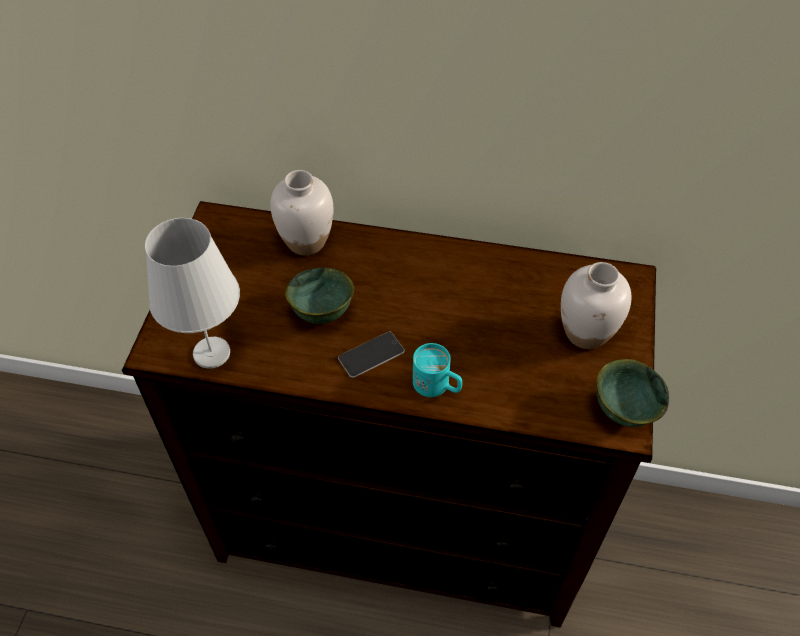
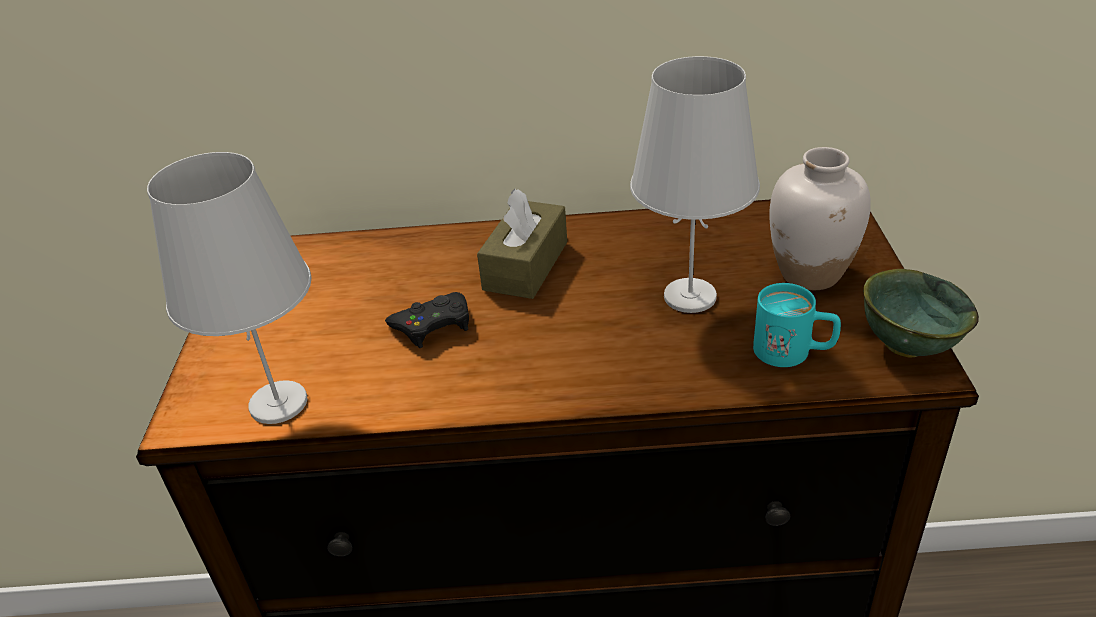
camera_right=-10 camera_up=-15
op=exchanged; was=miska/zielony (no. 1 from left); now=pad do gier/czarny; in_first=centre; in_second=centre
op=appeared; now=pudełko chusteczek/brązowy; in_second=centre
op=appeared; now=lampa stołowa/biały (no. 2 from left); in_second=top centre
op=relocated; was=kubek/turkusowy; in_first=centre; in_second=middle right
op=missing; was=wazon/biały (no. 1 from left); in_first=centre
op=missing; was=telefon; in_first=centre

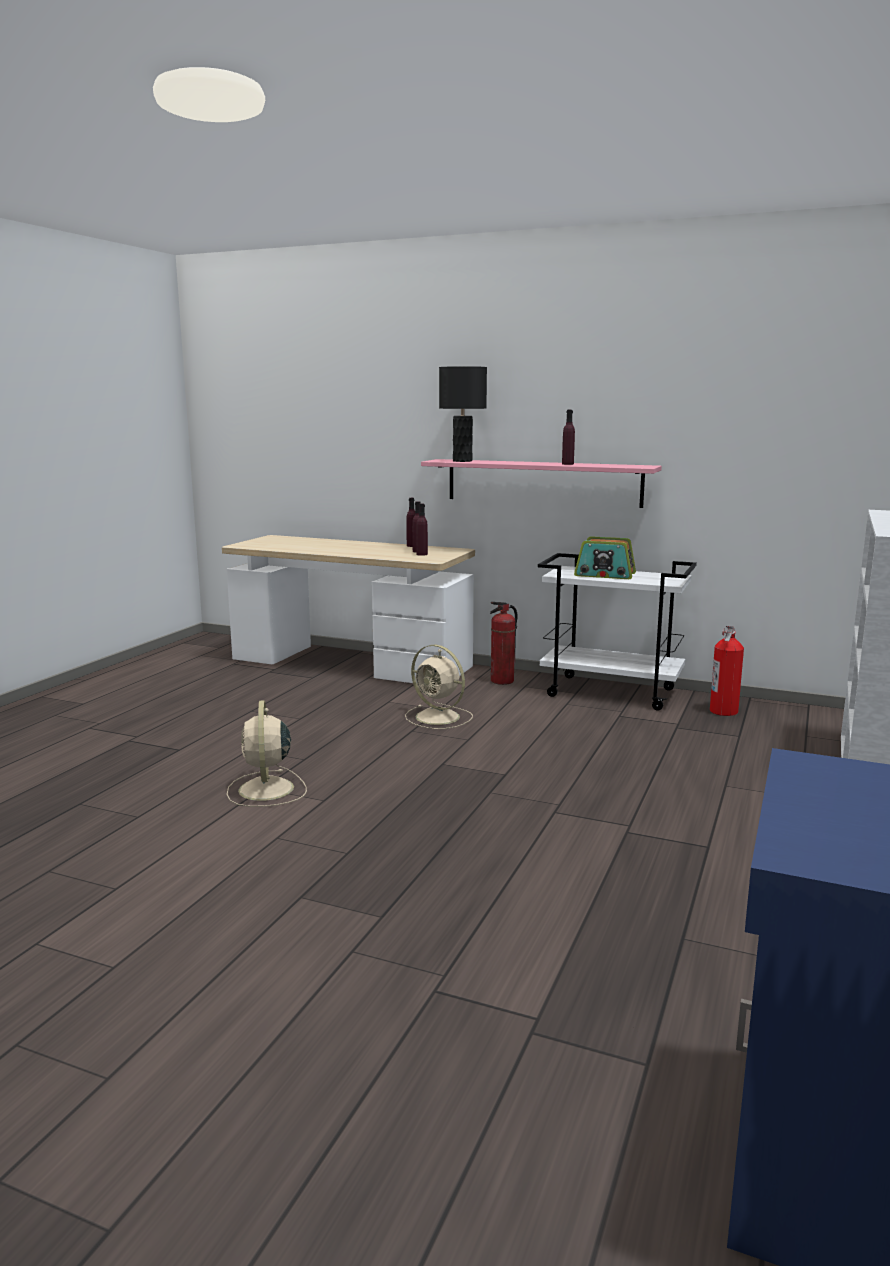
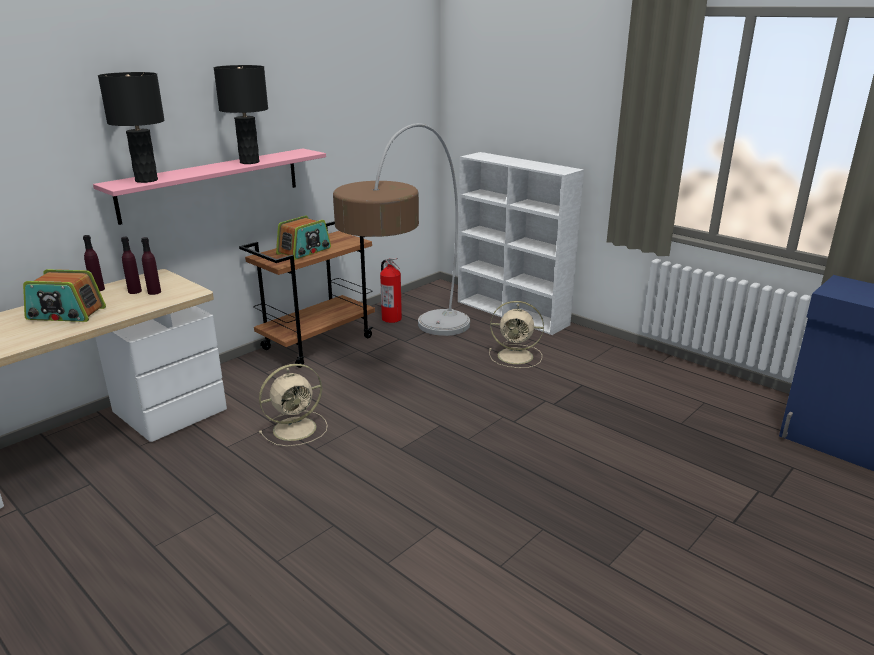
camera_right=-70 camera_up=10
op=appeared; now=radio (no. 1 from left); in_second=middle left
op=exchanged; was=butelka/fioletowy (no. 4 from left); now=lampa stołowa/czarny (no. 2 from left); in_first=centre; in_second=top left
op=colour; was=wózek/biały; now=wózek/brązowy; in_first=middle right; in_second=centre
op=appeared; now=lampa stojąca; in_second=centre
op=relocated; was=wentylator/beżowy (no. 1 from left in the first image); now=wentylator/beżowy (no. 2 from left); in_first=middle left; in_second=centre
op=missing; was=gaśnica (no. 1 from left); in_first=centre

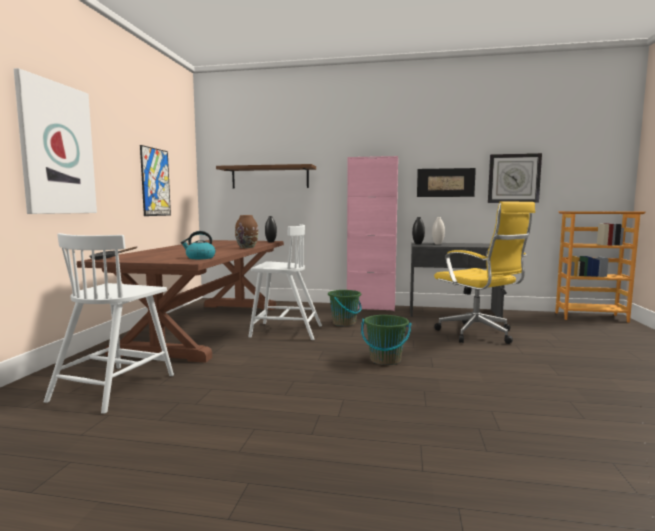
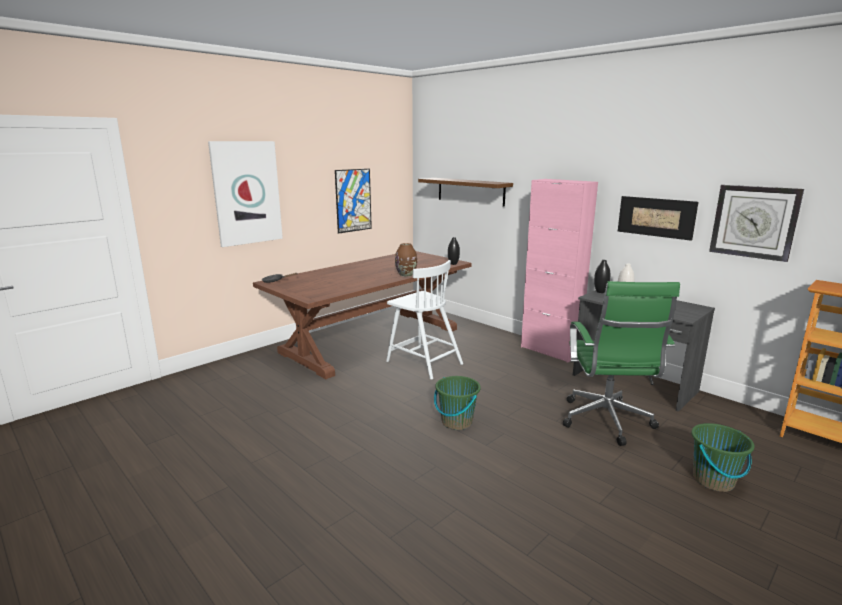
camera_right=35 camera_up=10
op=colour; was=krzesło biurowe/żółty; now=krzesło biurowe/zielony; in_first=middle right; in_second=middle right
op=relocated; was=wiadro/zielony (no. 1 from left in the first image); now=wiadro/zielony (no. 2 from left); in_first=centre; in_second=bottom right
op=missing; was=krzesło/biały (no. 1 from left); in_first=middle left
op=missing; was=czajnik; in_first=middle left

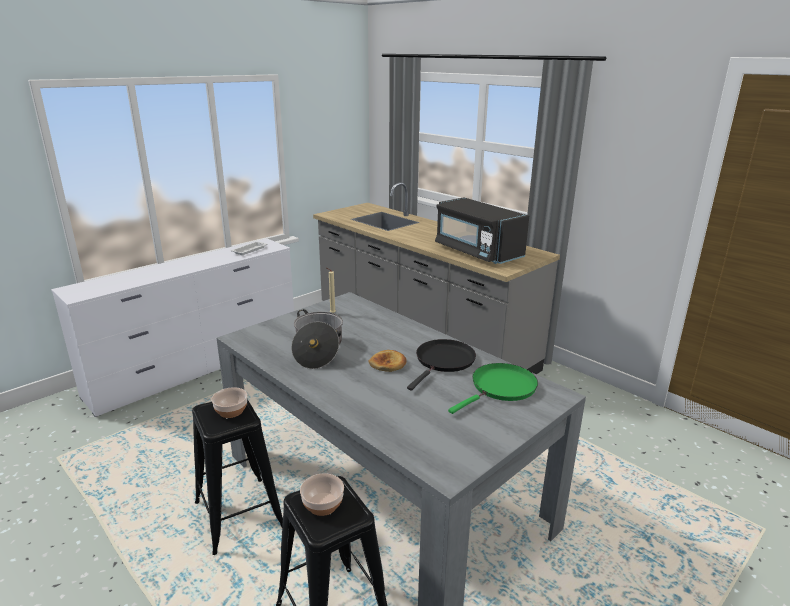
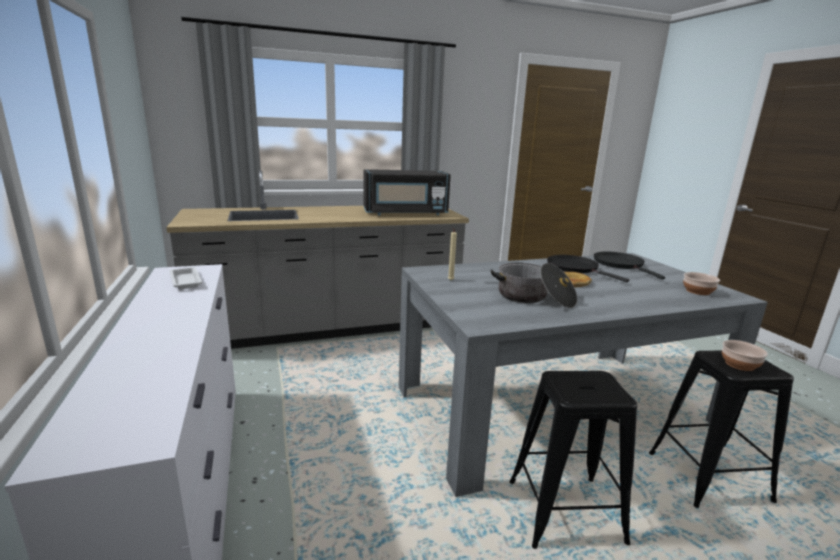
camera_right=-65 camera_up=-5
op=colour; was=patelnia/zielony; now=patelnia/czarny (no. 2 from left); in_first=centre; in_second=middle right
op=relocated; was=miska (no. 1 from left); in_first=middle left; in_second=middle right

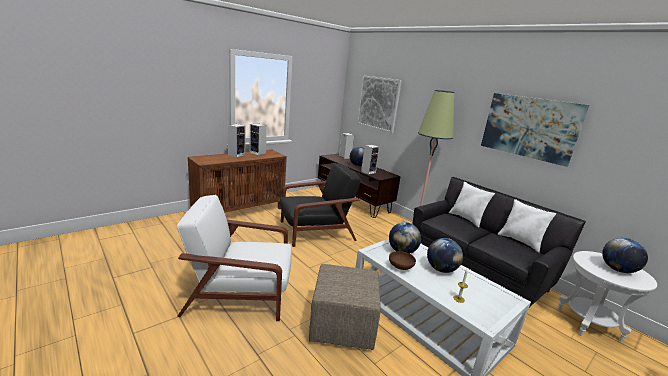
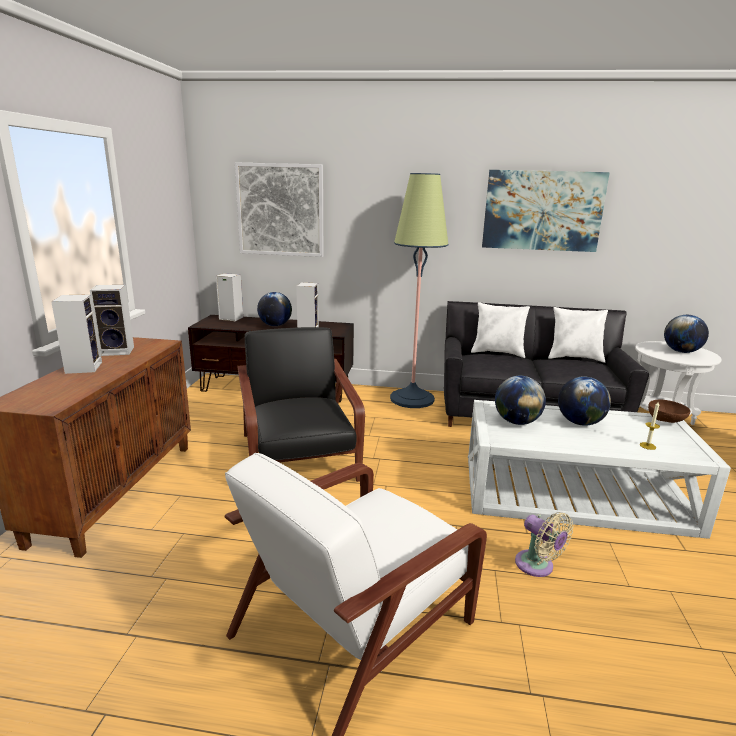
camera_right=-40 camera_up=0
op=spun; was=fotel/czarny; in_first=centre; in_second=centre; clockwise=-45
op=exchanged; was=pufa/beżowy; now=wentylator/beżowy; in_first=bottom centre; in_second=bottom right
op=relocated; was=miska/brązowy; in_first=bottom centre; in_second=middle right

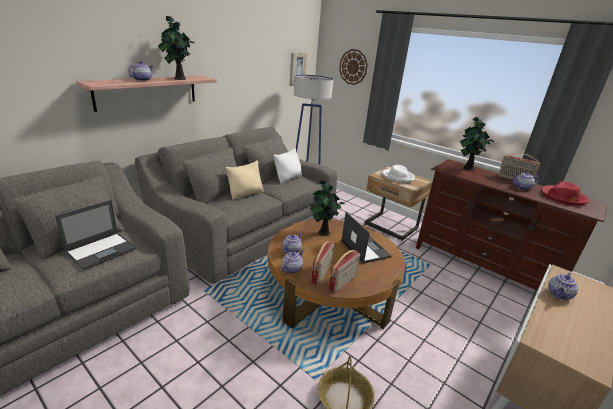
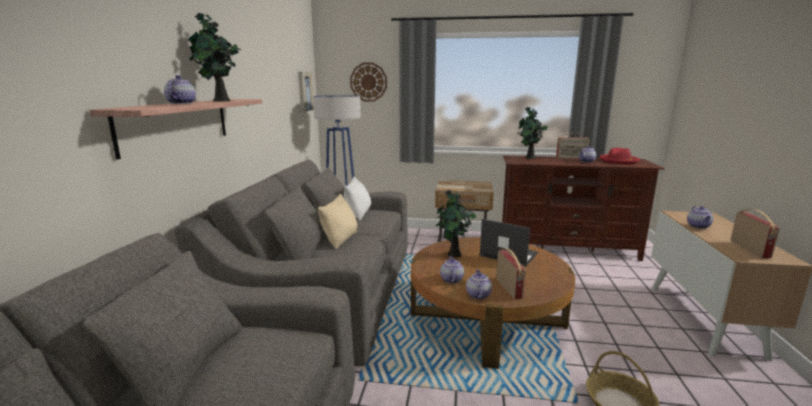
camera_right=-30 camera_up=-10
op=relocated; was=radio (no. 2 from left in the first image); now=radio (no. 3 from left); in_first=centre; in_second=middle right
op=missing; was=laptop (no. 1 from left); in_first=middle left
op=missing; was=kapelusz/biały; in_first=centre

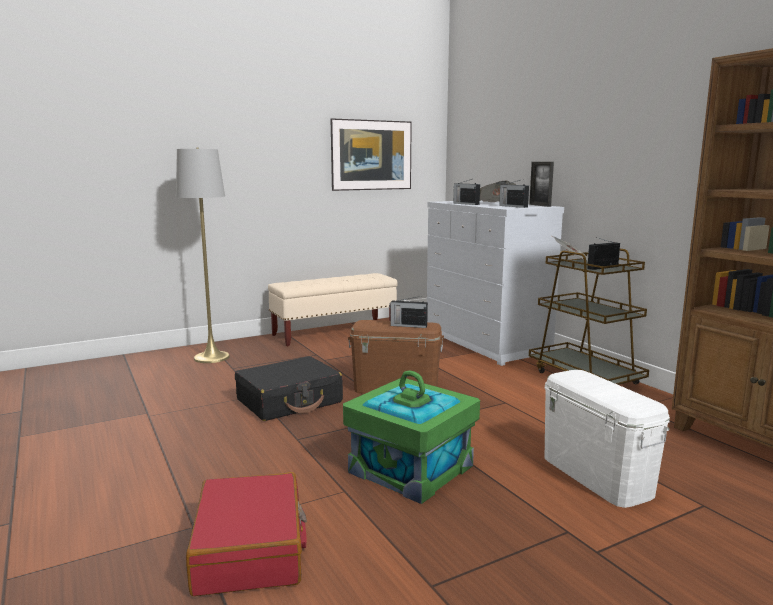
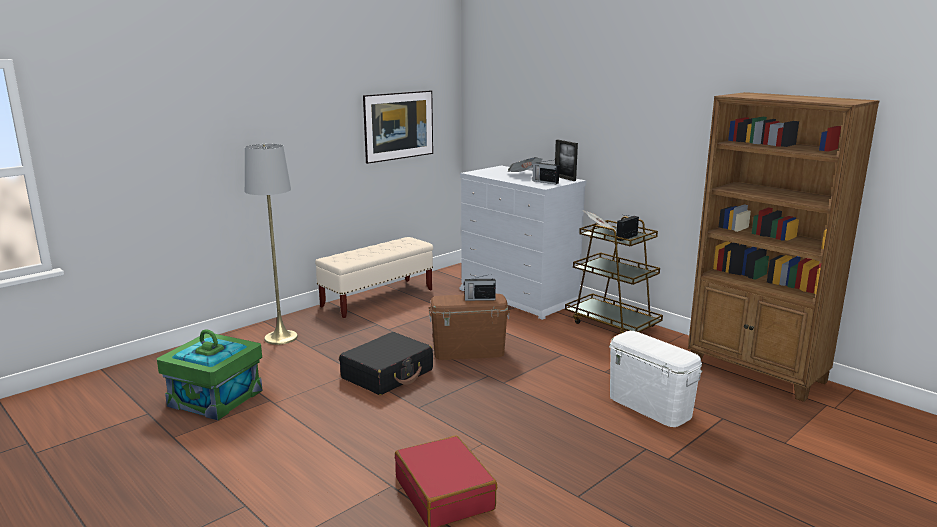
camera_right=-15 camera_up=5
op=relocated; was=pojemnik do przechowywania/zielony; in_first=bottom centre; in_second=bottom left
op=missing; was=radio (no. 2 from left); in_first=top centre

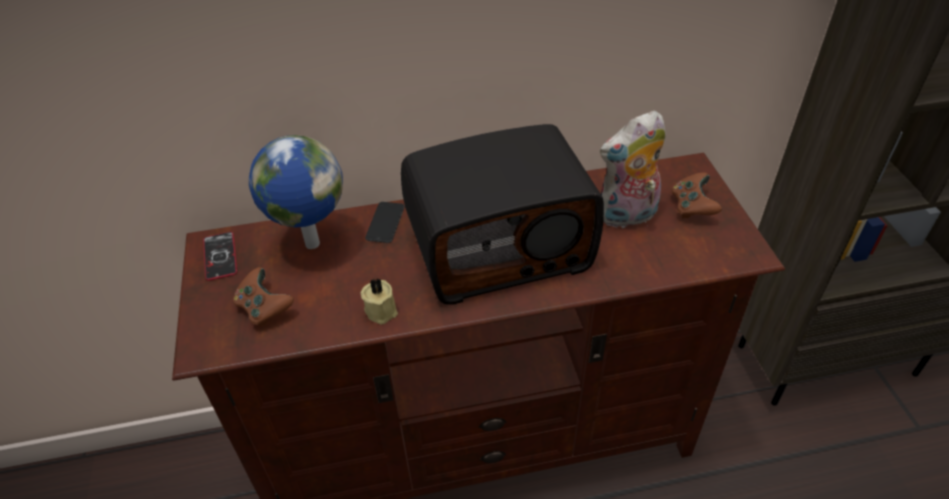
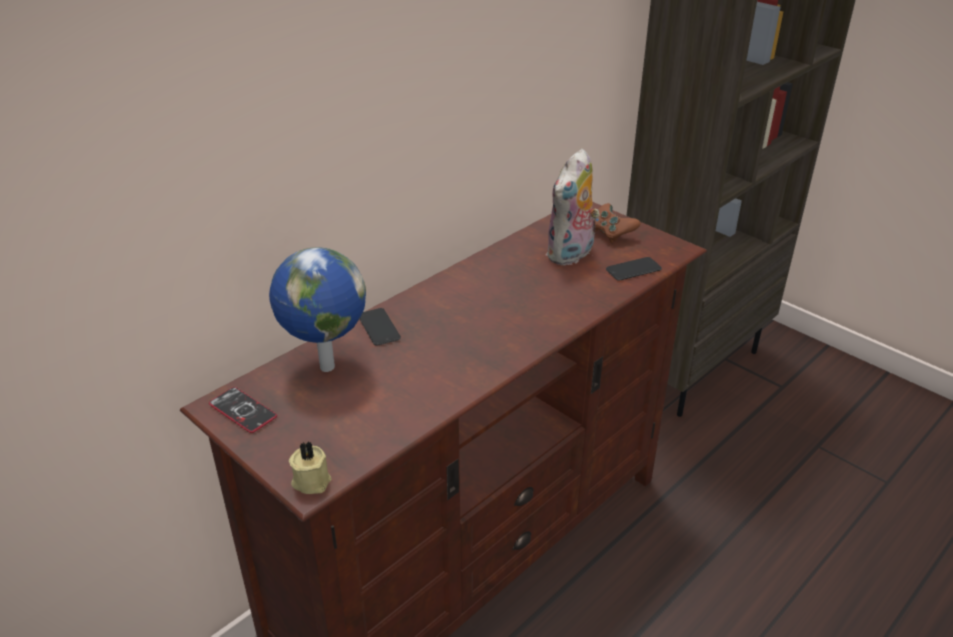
camera_right=-35 camera_up=-10
op=relocated; was=świeca/beżowy; in_first=centre; in_second=bottom left
op=appeared; now=telefon (no. 3 from left); in_second=centre
op=missing; was=pad do gier/brązowy (no. 1 from left); in_first=middle left
op=missing; was=radio; in_first=centre

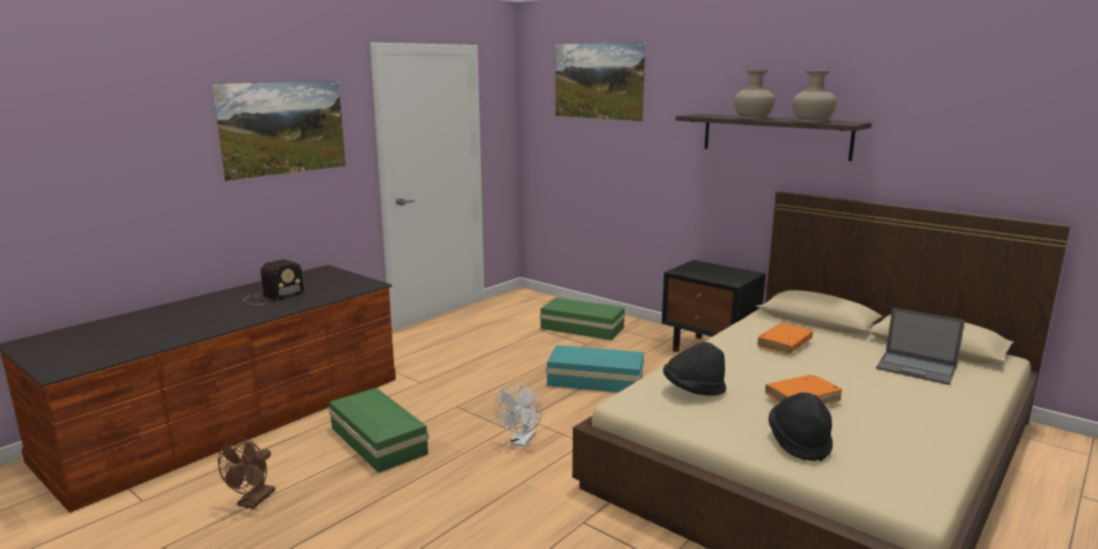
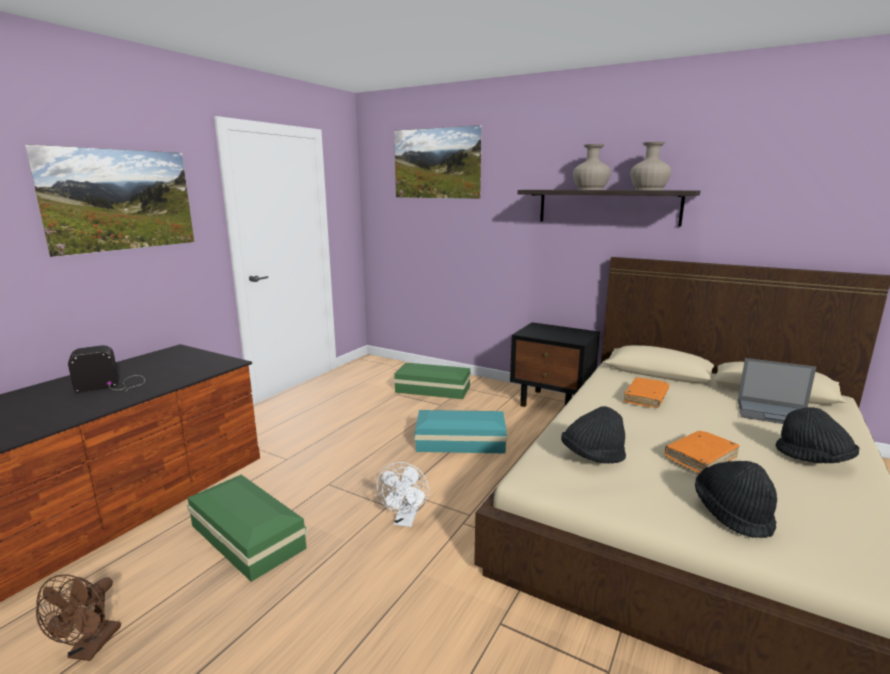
camera_right=-10 camera_up=0
op=spun; was=radio; in_first=middle left; in_second=middle left; clockwise=-150
op=appeared; now=kapelusz/czarny (no. 3 from left); in_second=middle right

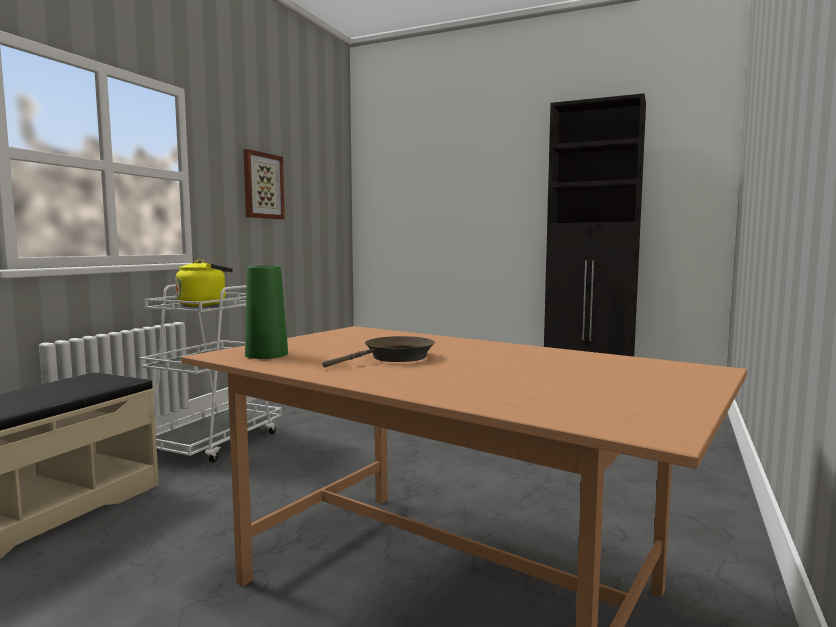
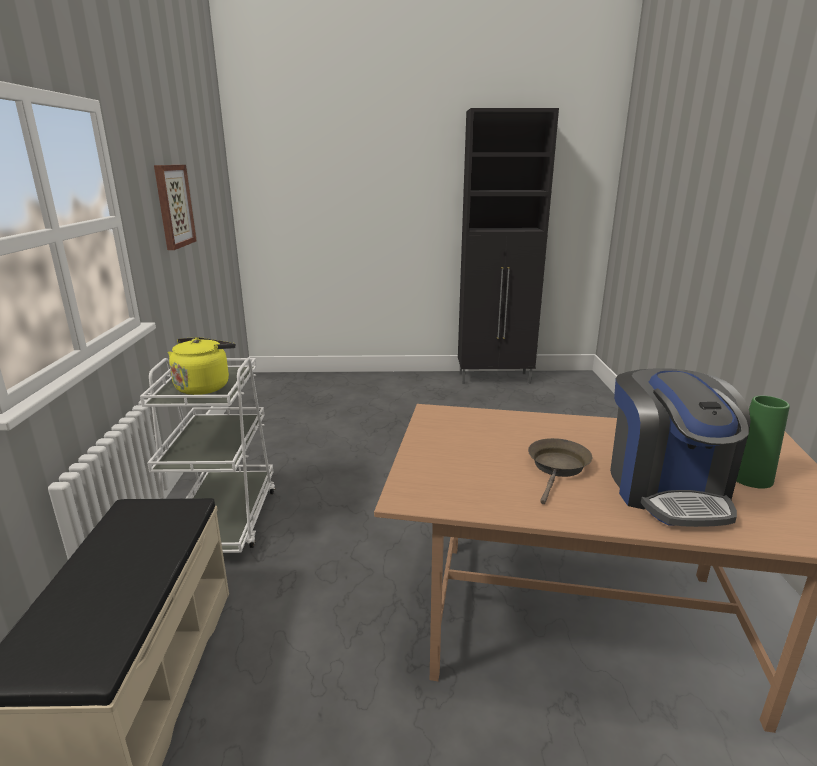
camera_right=-25 camera_up=15
op=appeared; now=ekspres do kawy; in_second=middle right
op=relocated; was=wazon/zielony; in_first=middle left; in_second=middle right

